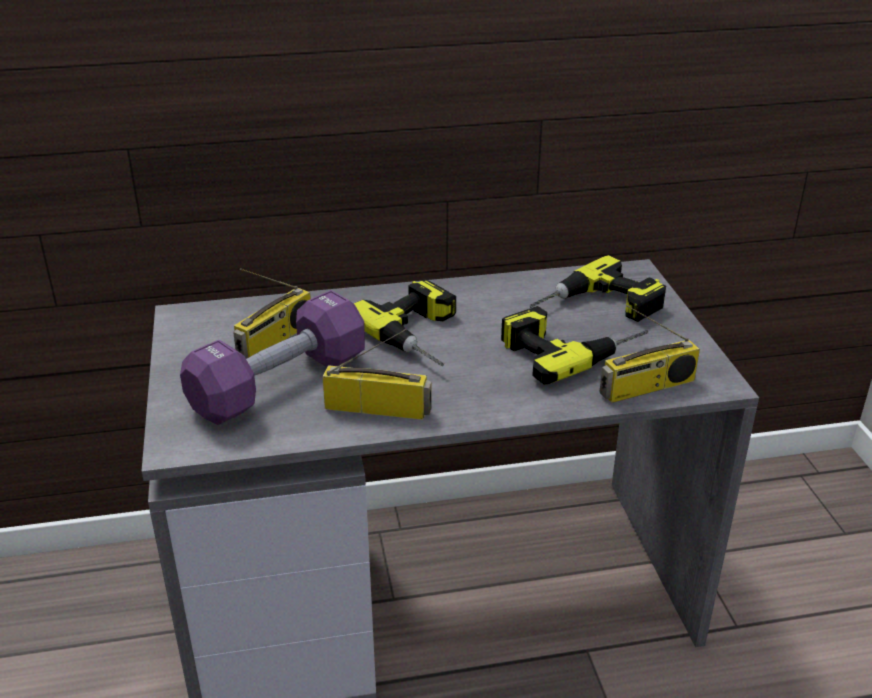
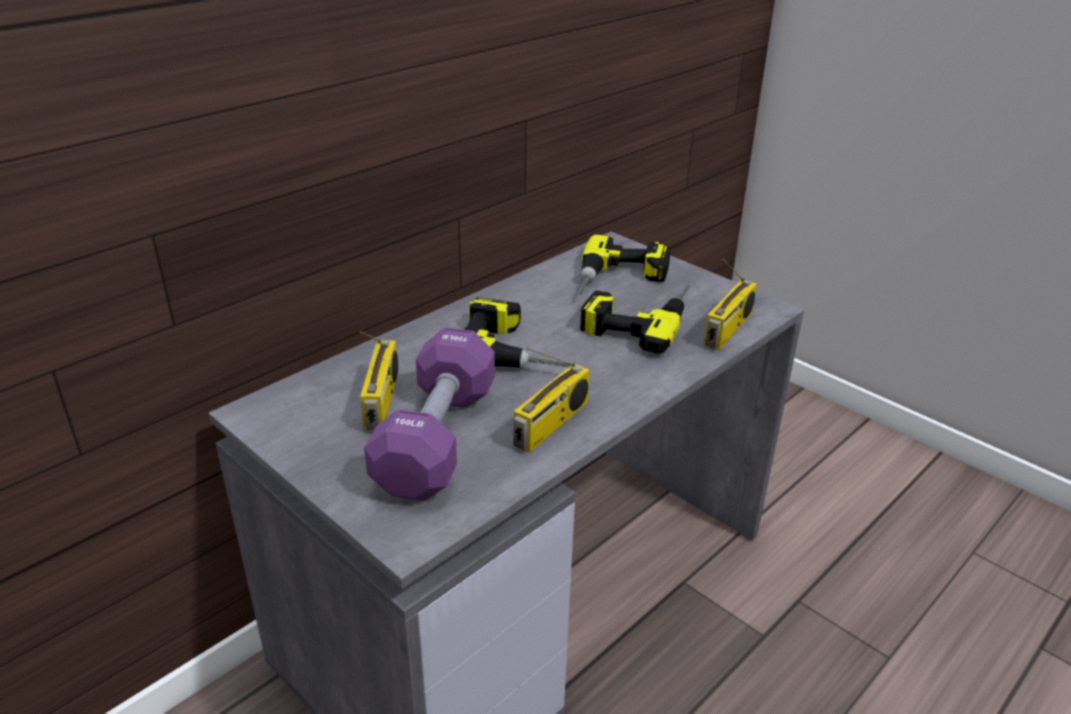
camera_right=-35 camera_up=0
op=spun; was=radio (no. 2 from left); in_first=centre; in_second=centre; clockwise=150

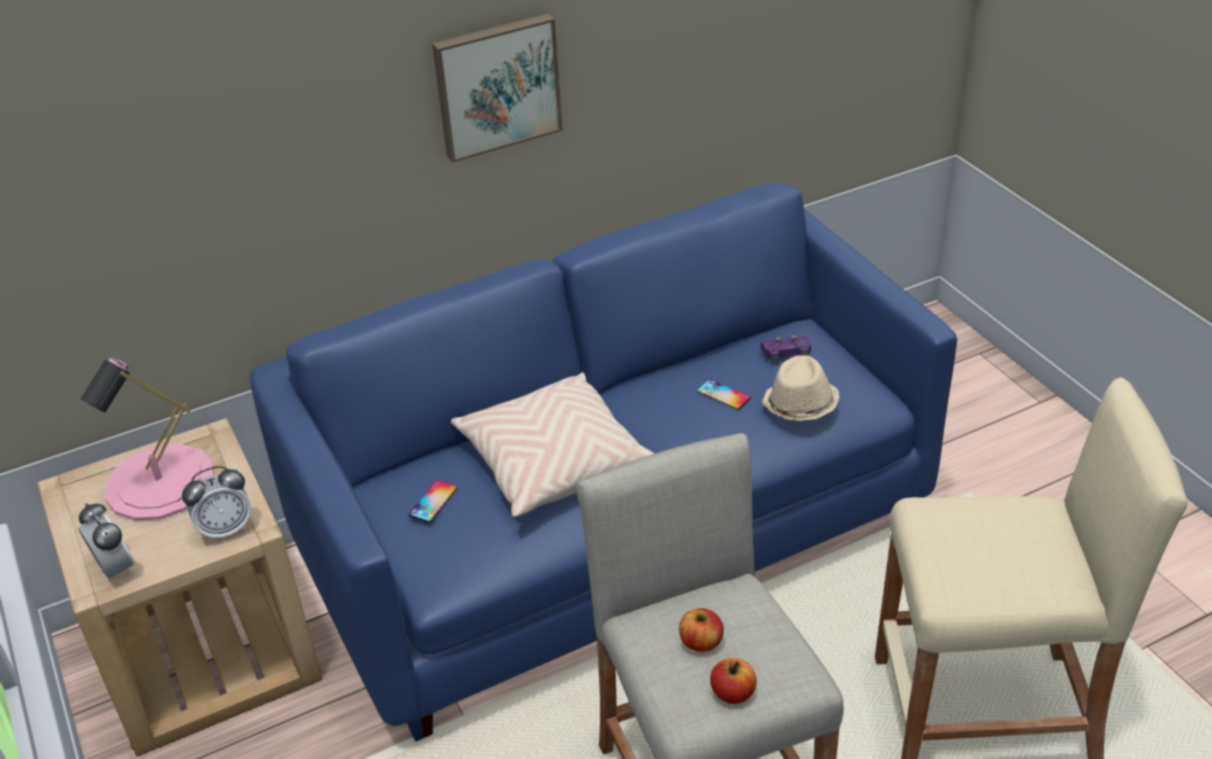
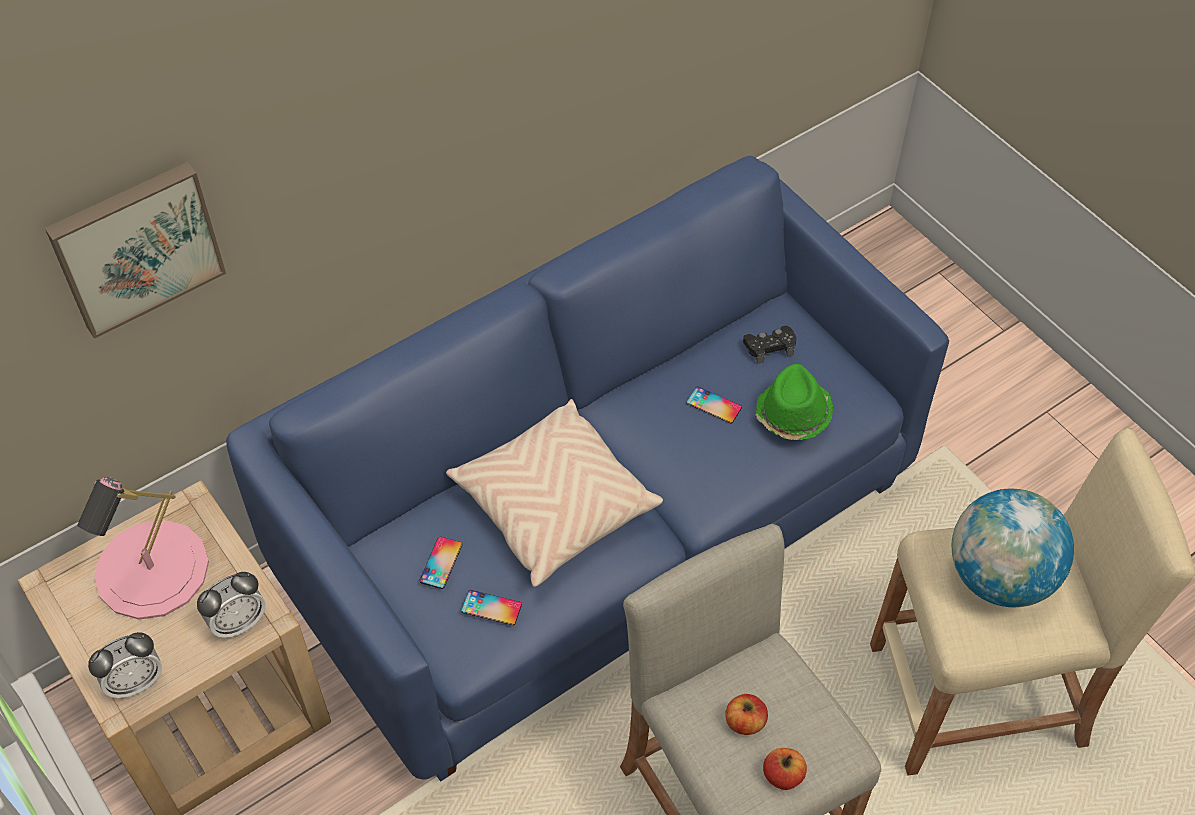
camera_right=-10 camera_up=15
op=relocated; was=obraz; in_first=top centre; in_second=top left
op=spun; was=budzik (no. 1 from left); in_first=bottom left; in_second=bottom left; clockwise=105
op=appeared; now=telefon (no. 2 from left); in_second=bottom centre
op=colour; was=pad do gier/fioletowy; now=pad do gier/czarny; in_first=centre; in_second=centre
op=colour; was=kapelusz/beżowy; now=kapelusz/zielony; in_first=centre; in_second=centre
op=appeared; now=globus; in_second=bottom right

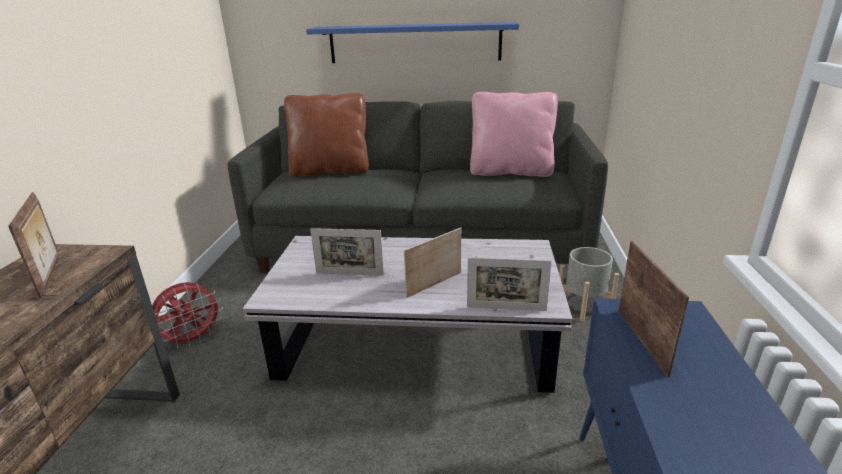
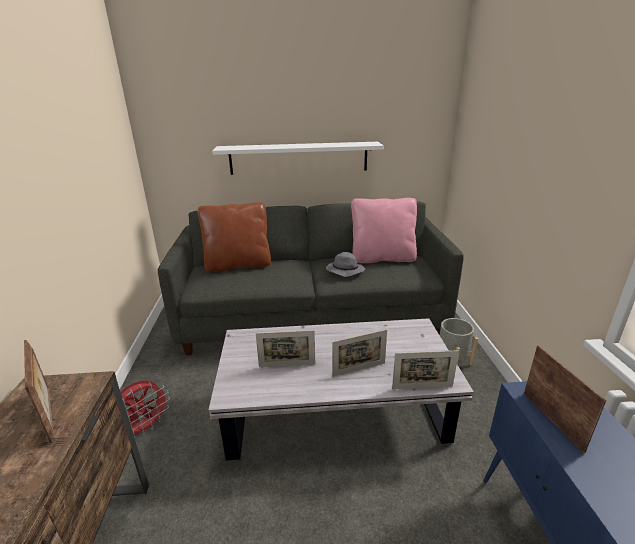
camera_right=-10 camera_up=0
op=colour; was=półka/niebieski; now=półka/biały; in_first=top centre; in_second=top centre
op=appeared; now=kapelusz/szary; in_second=centre
op=spun; was=ramka na zdjęcie (no. 3 from left); in_first=centre; in_second=centre; clockwise=-150

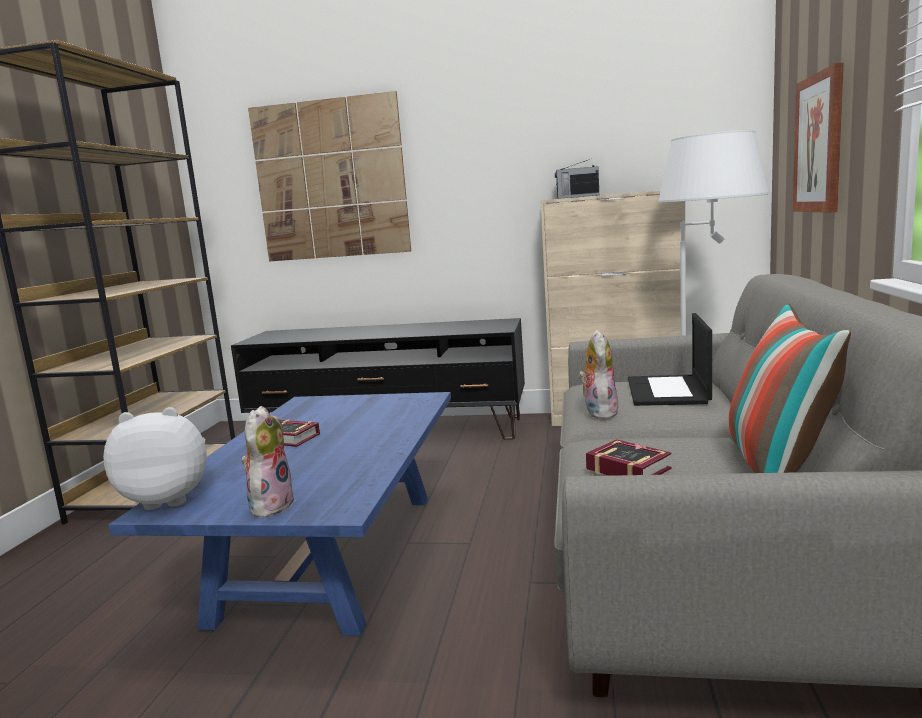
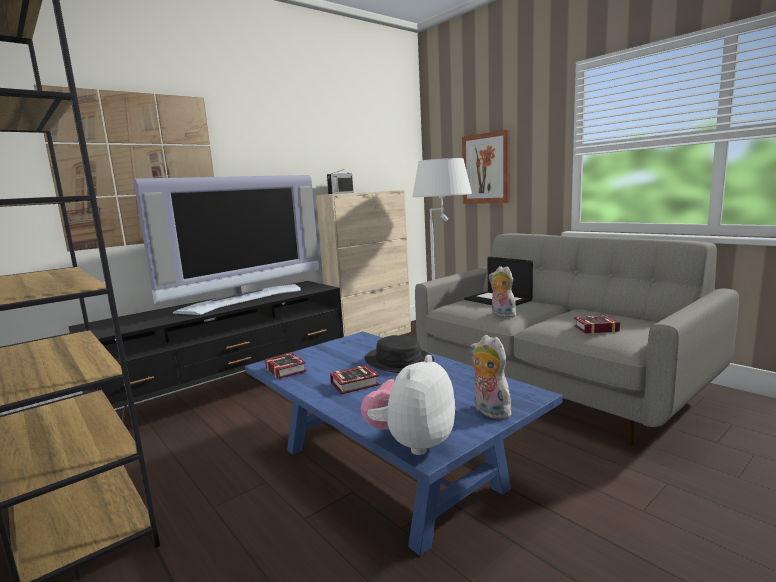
camera_right=-50 camera_up=0
op=appeared; now=telewizor; in_second=middle left
op=appeared; now=książka (no. 1 from left); in_second=centre
op=appeared; now=kapelusz/czarny; in_second=centre
op=missing; was=poduszka; in_first=middle right

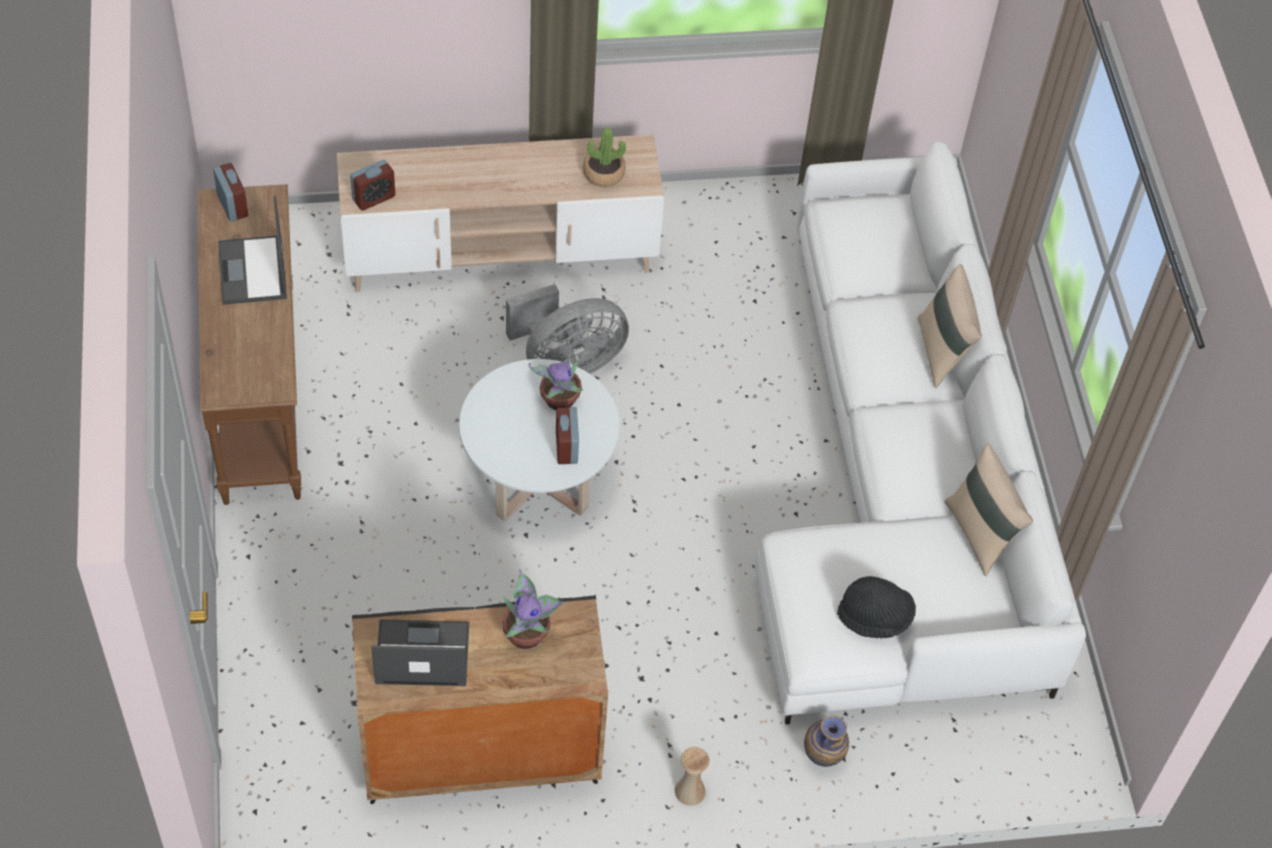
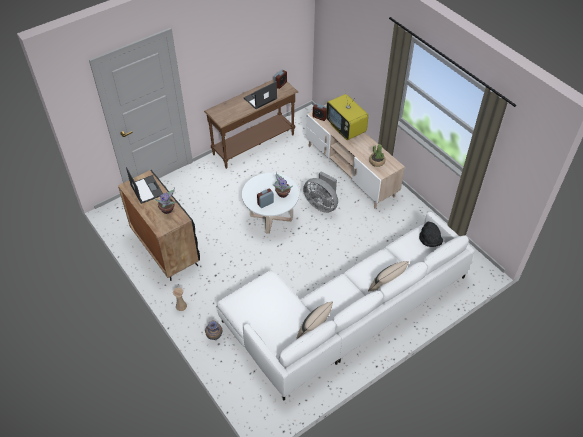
camera_right=65 camera_up=-5
op=appeared; now=telewizor; in_second=top centre
op=relocated; was=kapelusz/czarny; in_first=bottom right; in_second=middle right

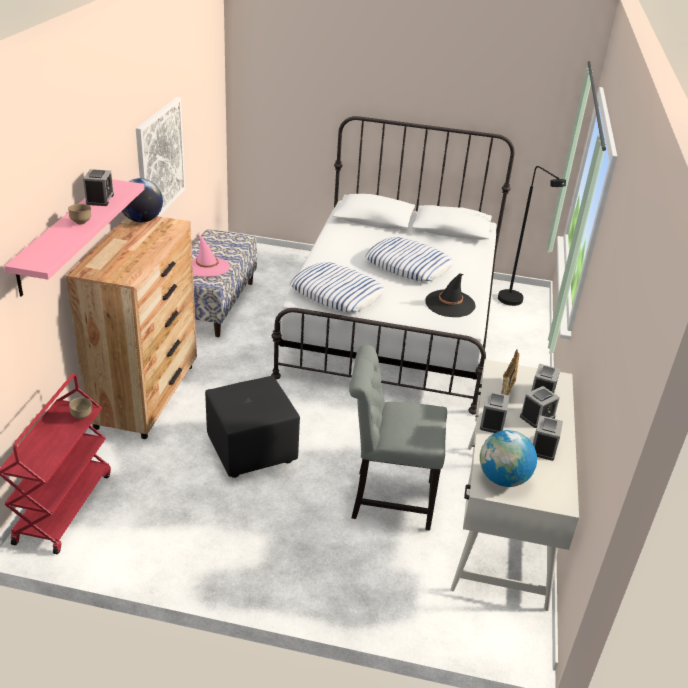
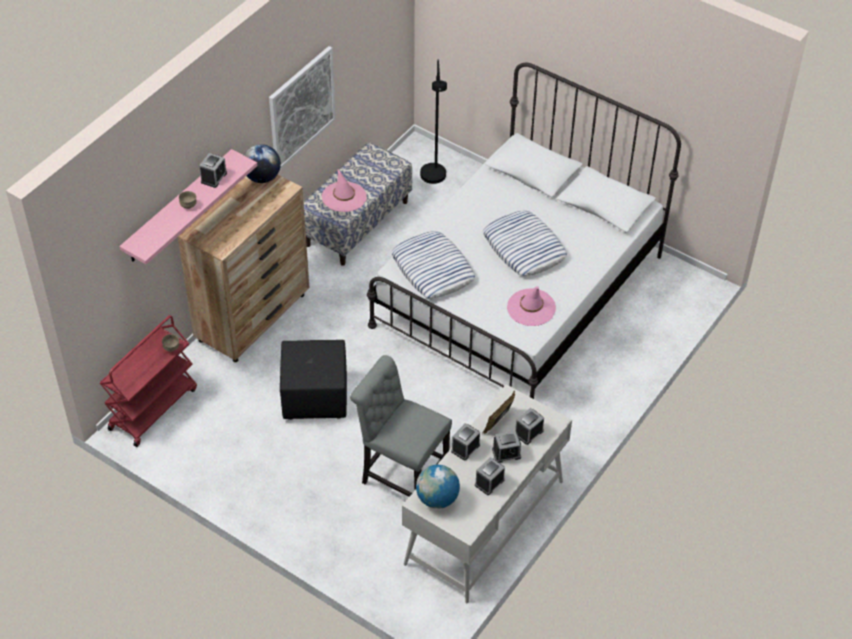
camera_right=25 camera_up=15
op=relocated; was=lampa stojąca/czarny; in_first=middle right; in_second=top centre
op=colour; was=kapelusz/czarny; now=kapelusz/różowy (no. 2 from left); in_first=centre; in_second=centre

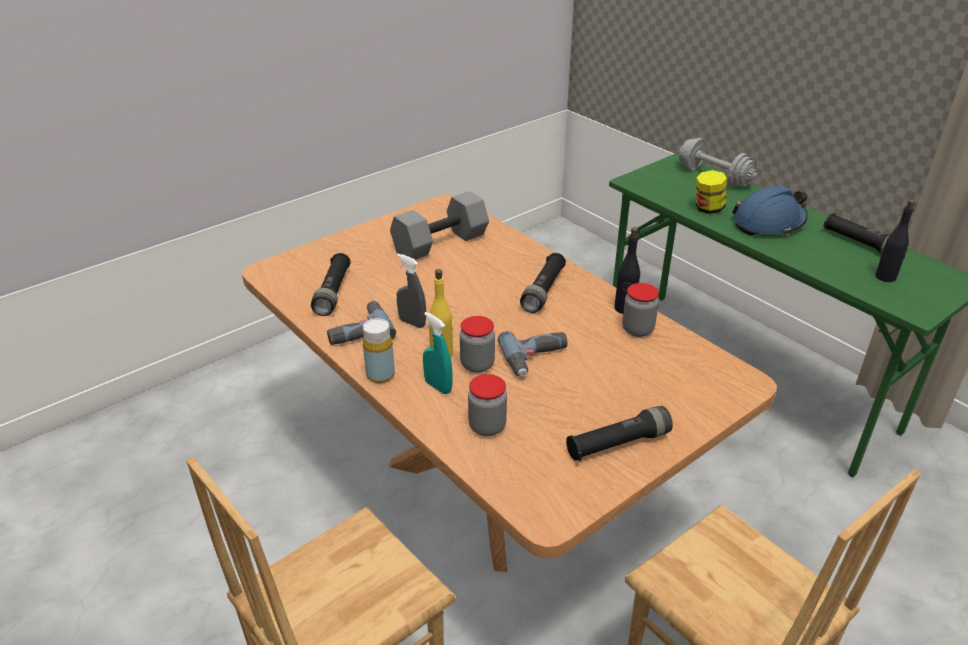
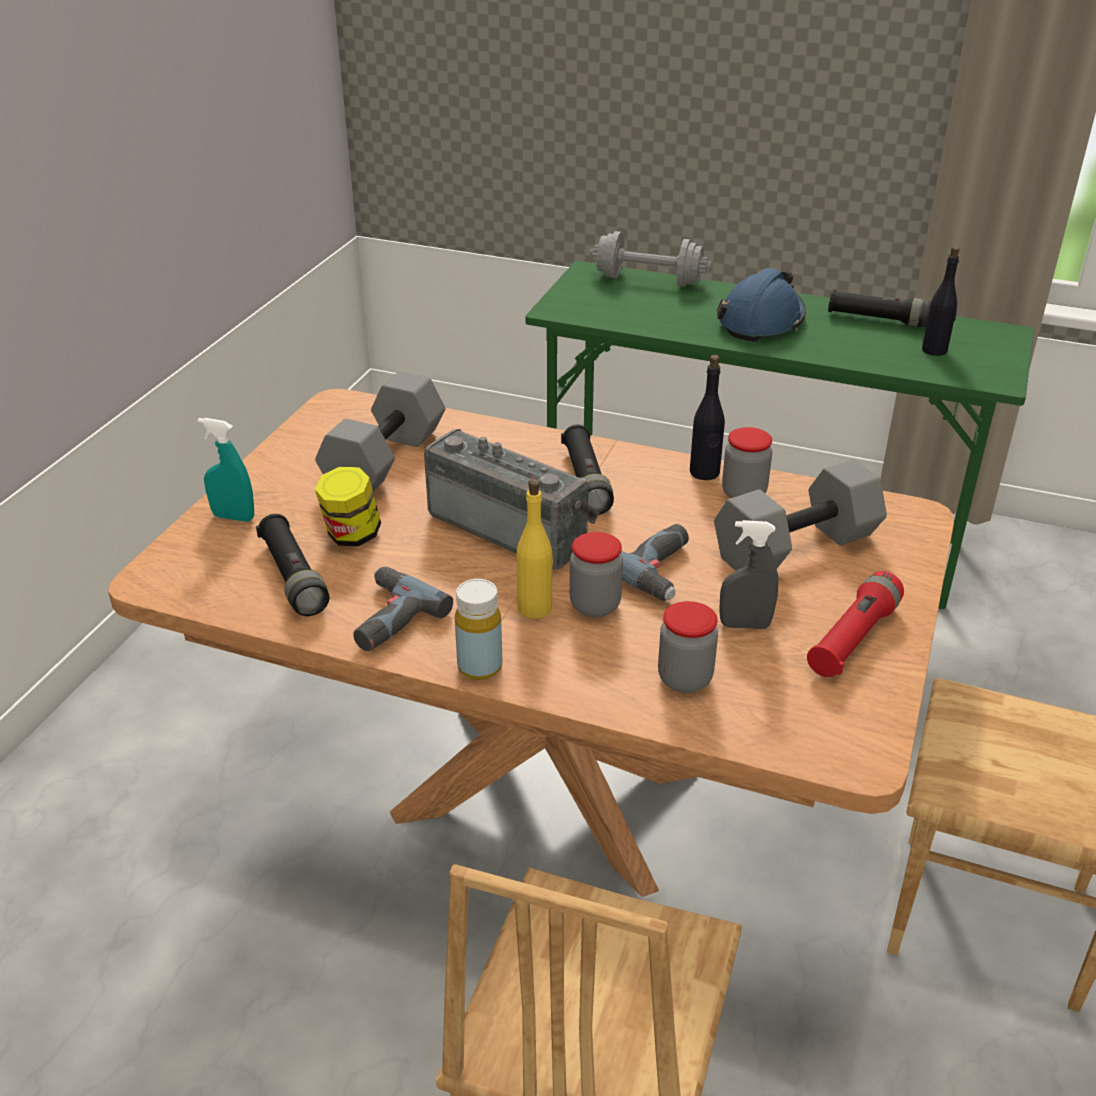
camera_right=-30 camera_up=0
op=relocated; was=spryskiwacz/turkusowy; in_first=centre; in_second=middle left
op=relocated; was=słoik (no. 4 from left in the first image); now=słoik (no. 1 from left); in_first=top right; in_second=middle left
op=appeared; now=radio; in_second=centre
op=appeared; now=hantel/szary (no. 3 from left); in_second=middle right
op=relocated; was=spryskiwacz/szary; in_first=centre; in_second=middle right
op=colour; was=latarka/czarny (no. 3 from left); now=latarka/czerwony; in_first=bottom centre; in_second=middle right

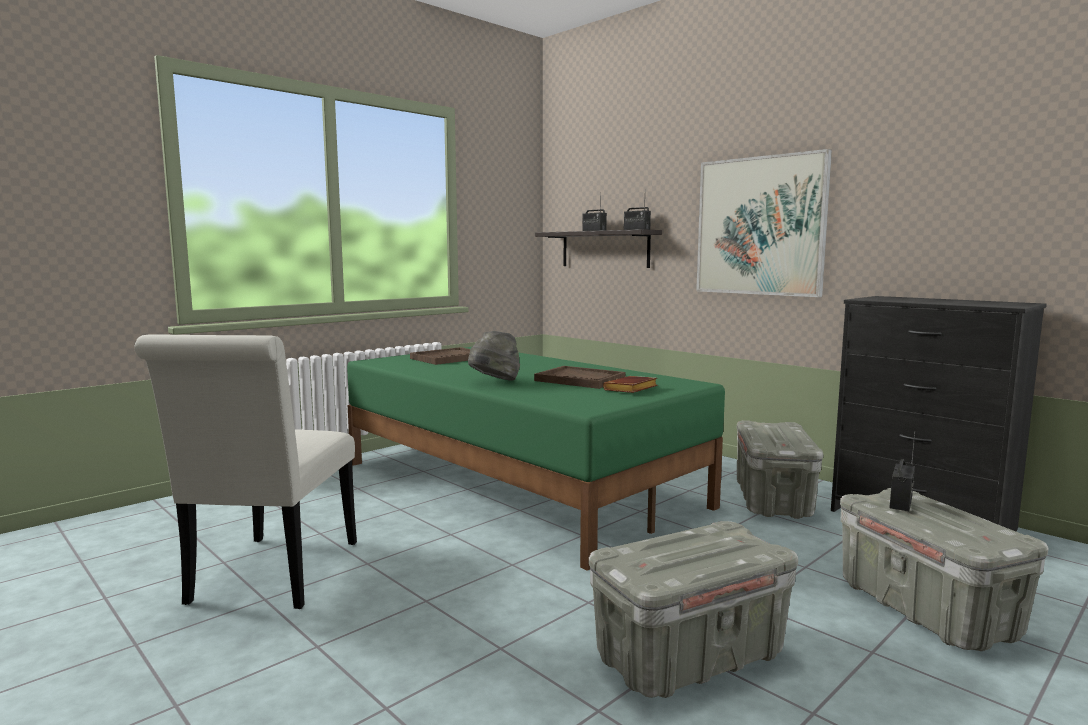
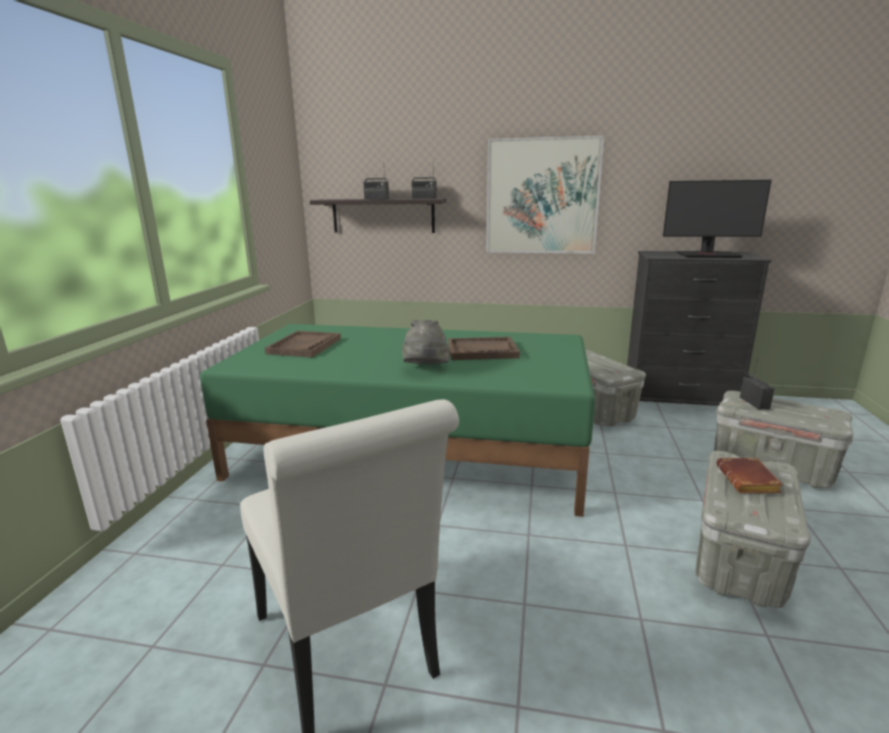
camera_right=-35 camera_up=10
op=appeared; now=monitor; in_second=top right
op=relocated; was=książka/brązowy; in_first=centre; in_second=middle right

